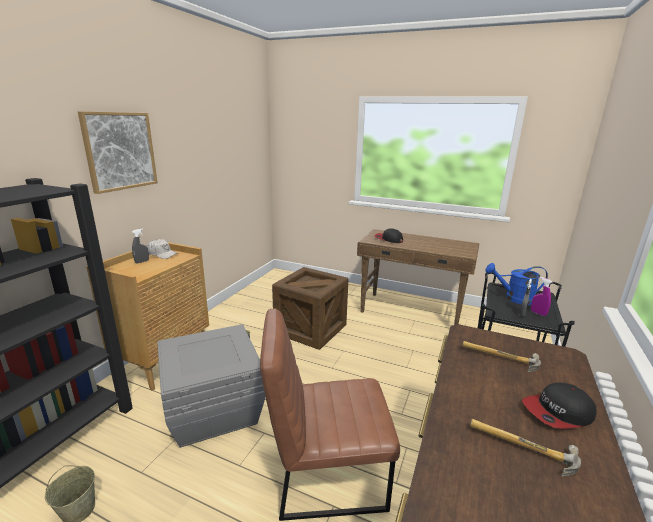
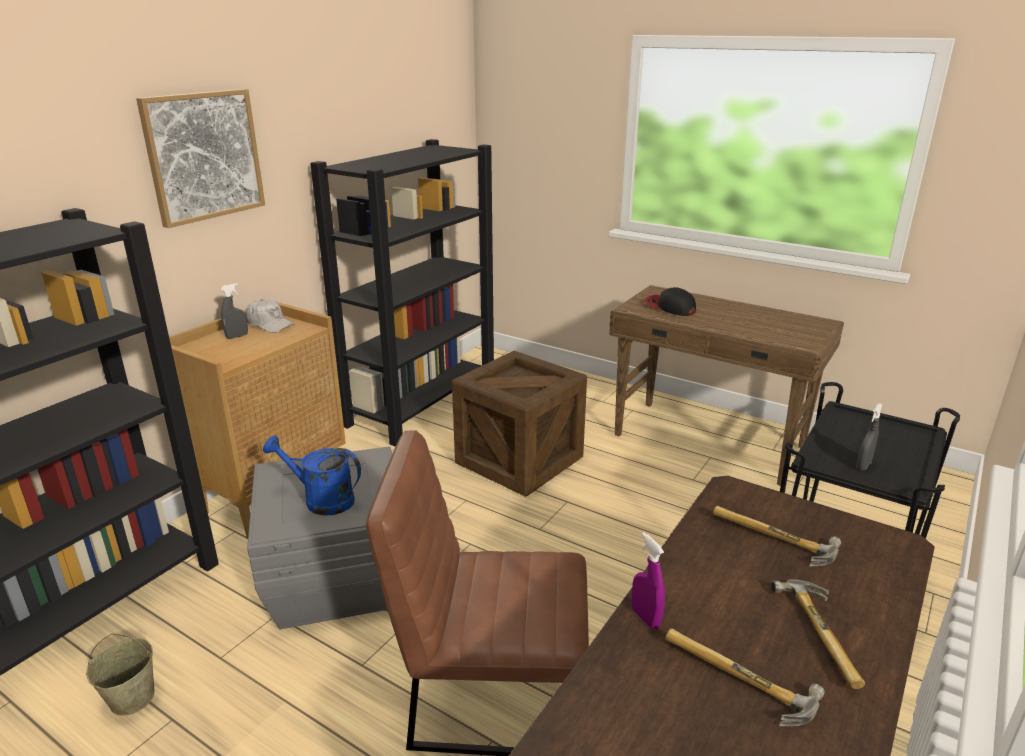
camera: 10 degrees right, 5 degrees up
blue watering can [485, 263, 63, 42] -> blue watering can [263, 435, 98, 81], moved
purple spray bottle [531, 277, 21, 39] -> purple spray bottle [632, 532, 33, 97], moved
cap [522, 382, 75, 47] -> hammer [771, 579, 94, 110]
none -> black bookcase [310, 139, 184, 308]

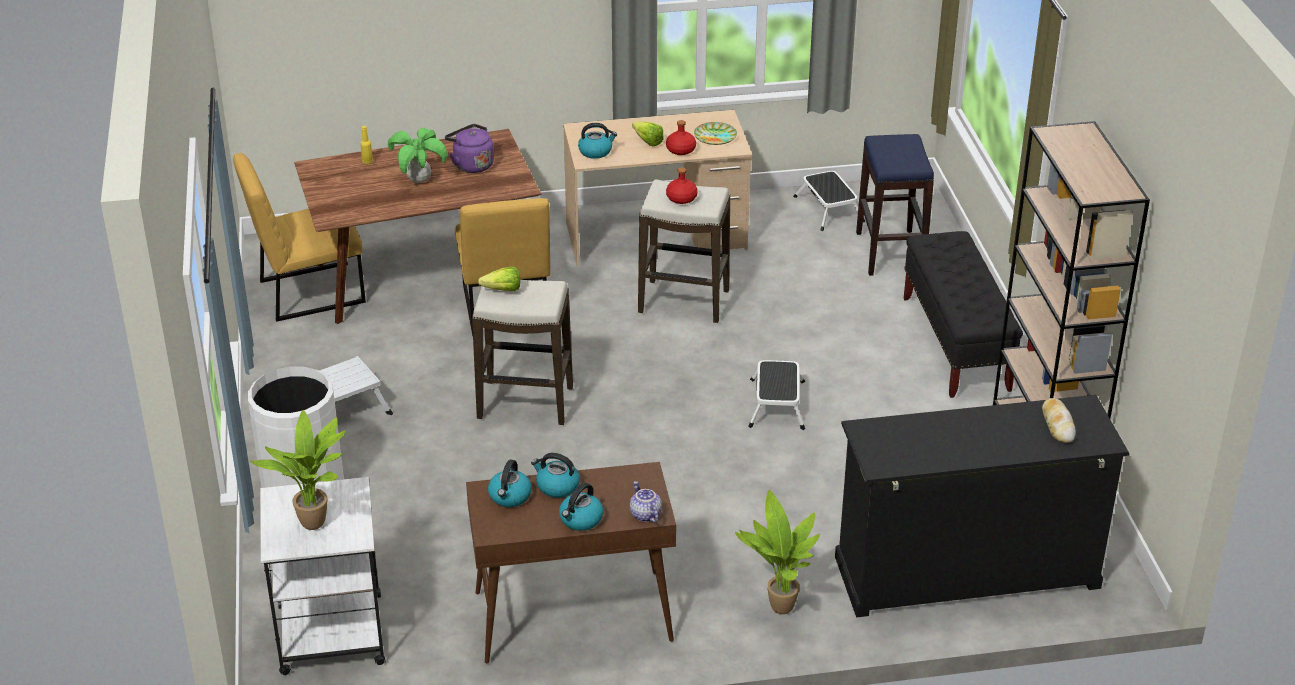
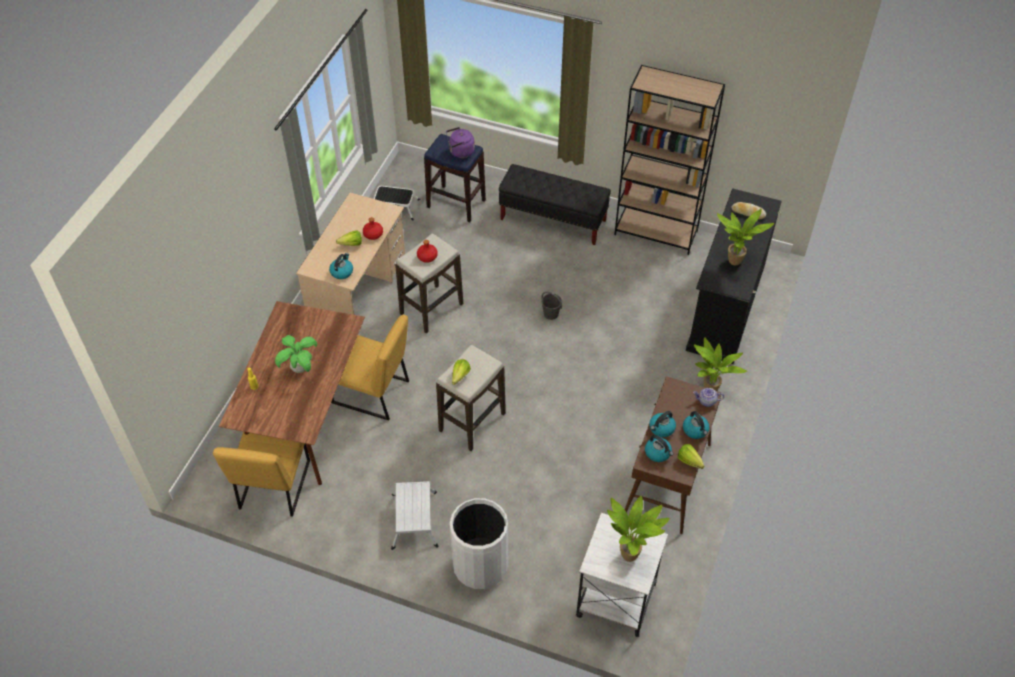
camera: 60 degrees left, 15 degrees up
plate [694, 122, 43, 23] -> none
purple kettle [445, 124, 49, 49] -> purple kettle [446, 127, 29, 31], moved
black step ladder [748, 360, 57, 70] -> grey bucket [541, 292, 21, 28]
none -> potted plant [717, 209, 57, 57]
none -> lettuce [678, 444, 26, 25]

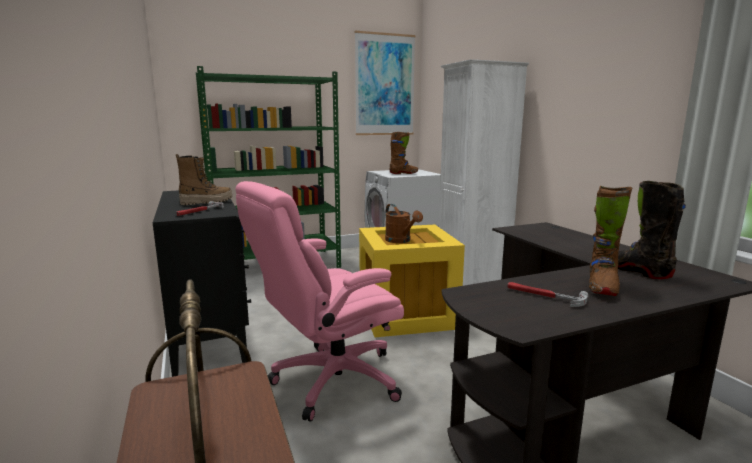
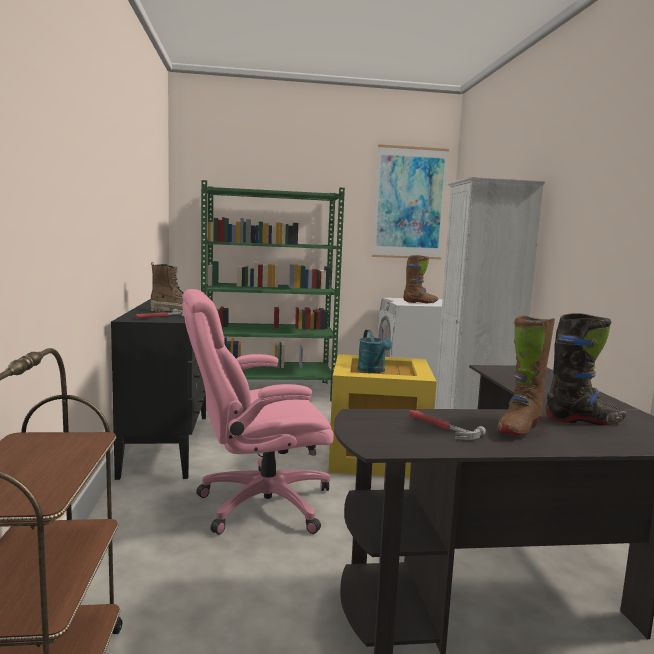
camera: 15 degrees right, 5 degrees down
black boot [618, 181, 68, 98] -> black boot [546, 313, 81, 112], 105 degrees clockwise
brown watering can [385, 204, 38, 39] -> turquoise watering can [358, 330, 35, 43]

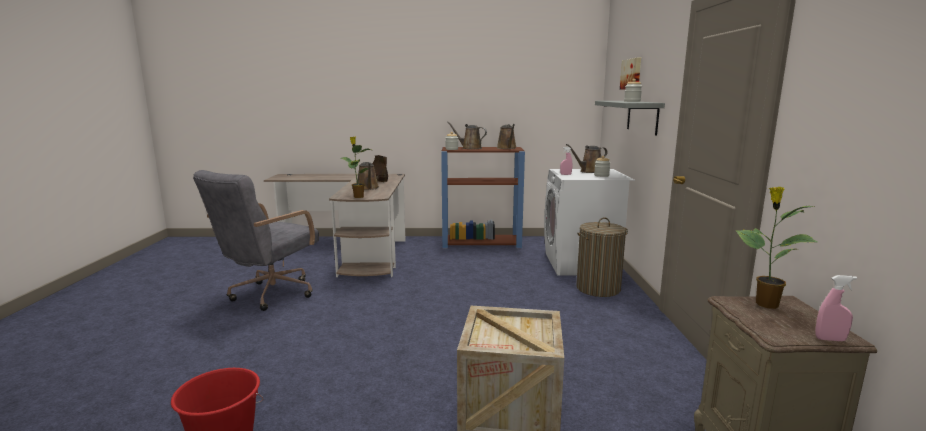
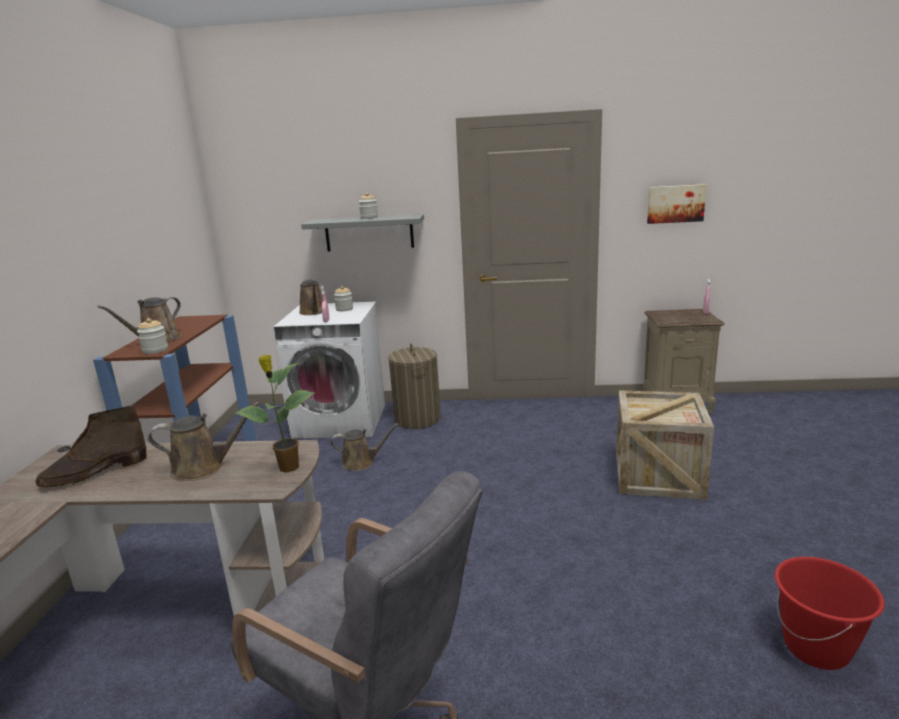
camera: 85 degrees left, 5 degrees up
picture [620, 58, 21, 31] -> picture [647, 184, 59, 40], moved
brown watering can [497, 124, 20, 25] -> brown watering can [331, 423, 68, 48], moved
potted plant [735, 187, 83, 122] -> none

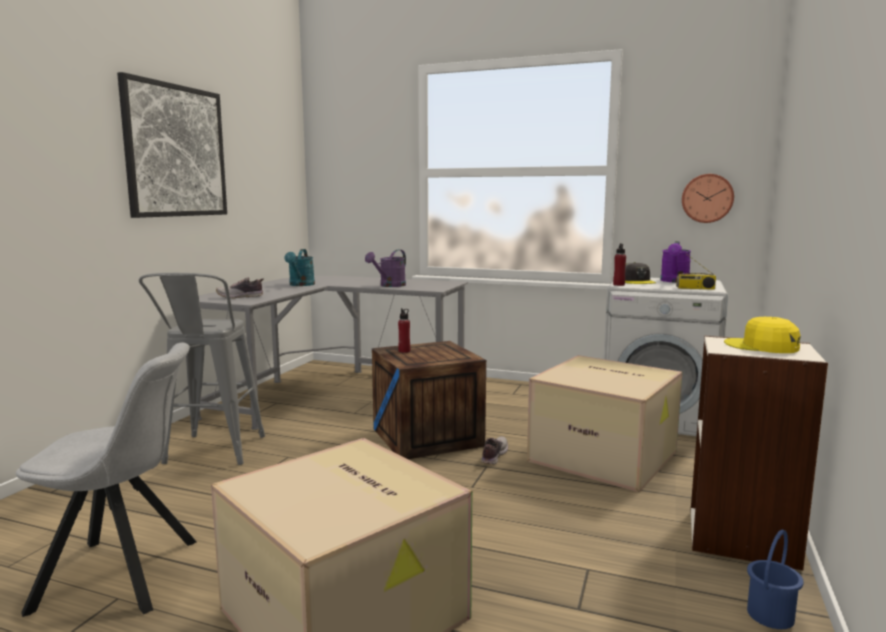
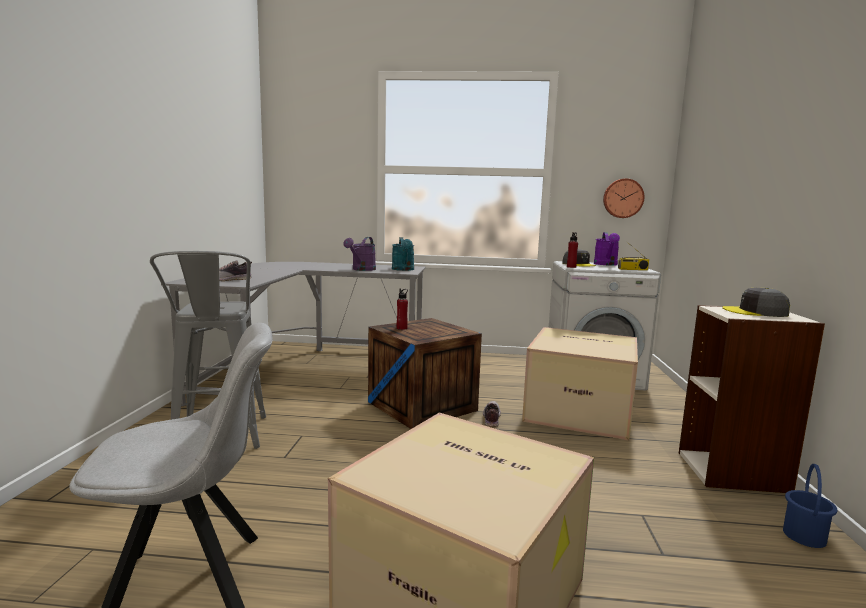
camera: 15 degrees left, 0 degrees up
picture [117, 72, 110, 146] -> none
turquoise watering can [284, 249, 31, 37] -> turquoise watering can [392, 237, 22, 34], moved
yellow cap [724, 317, 77, 36] -> grey cap [722, 288, 68, 29]

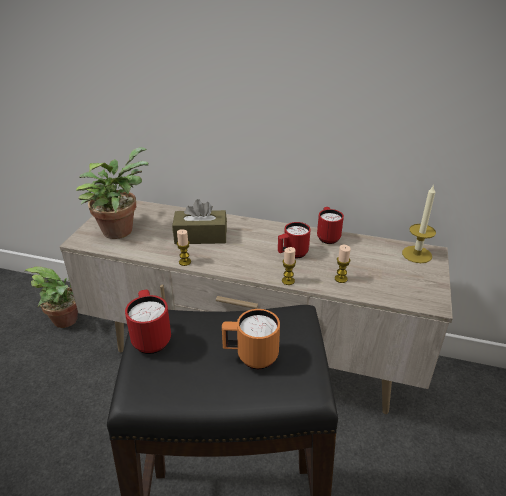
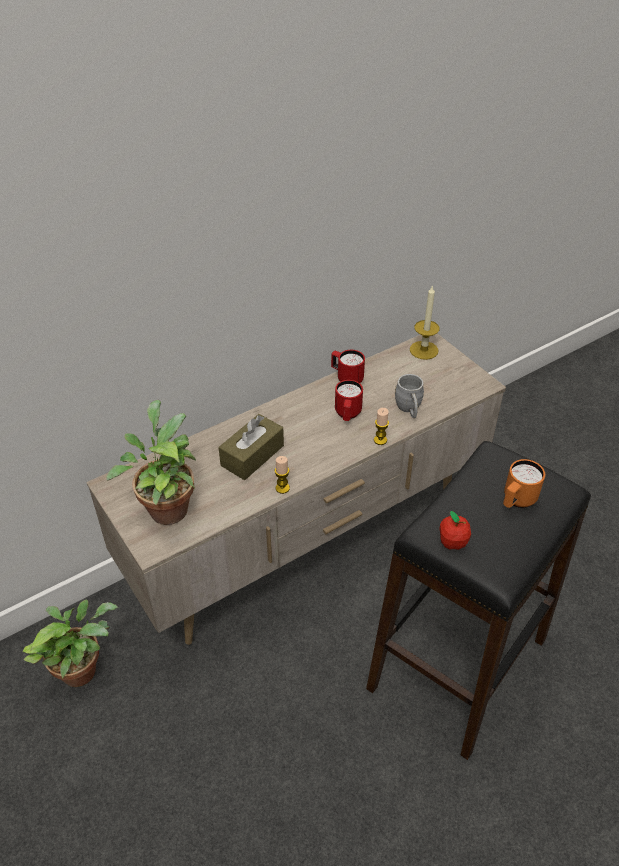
camera: 50 degrees left, 10 degrees up
candle [335, 245, 16, 38] -> grey mug [395, 374, 29, 44]
red mug [125, 290, 46, 64] -> apple [440, 511, 31, 39]

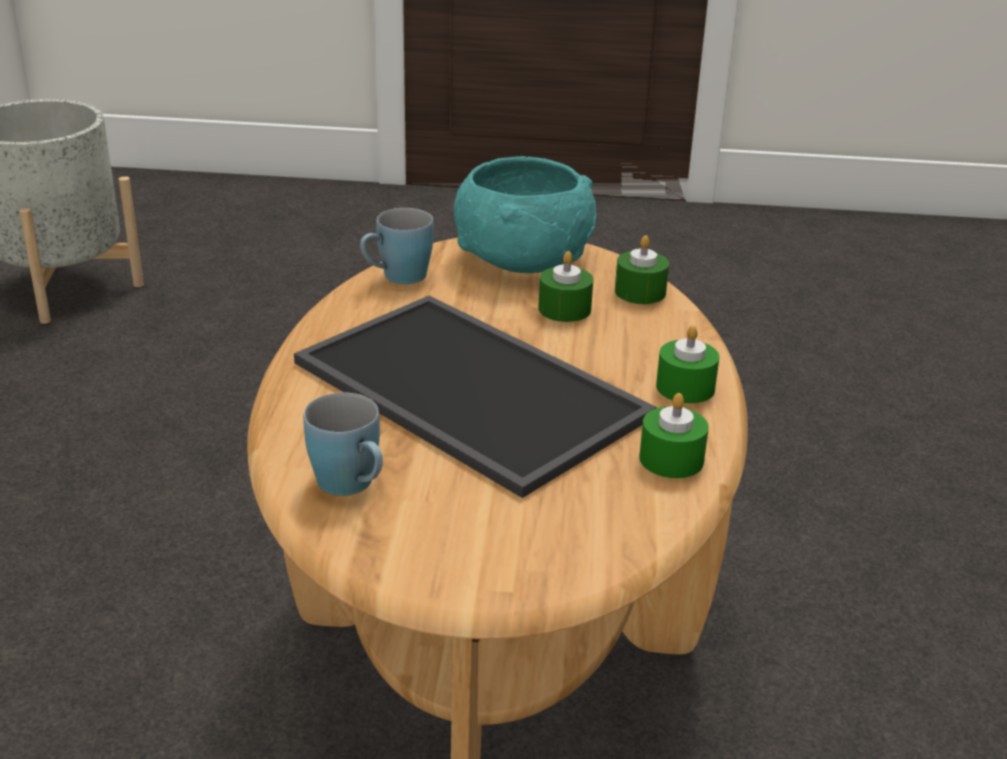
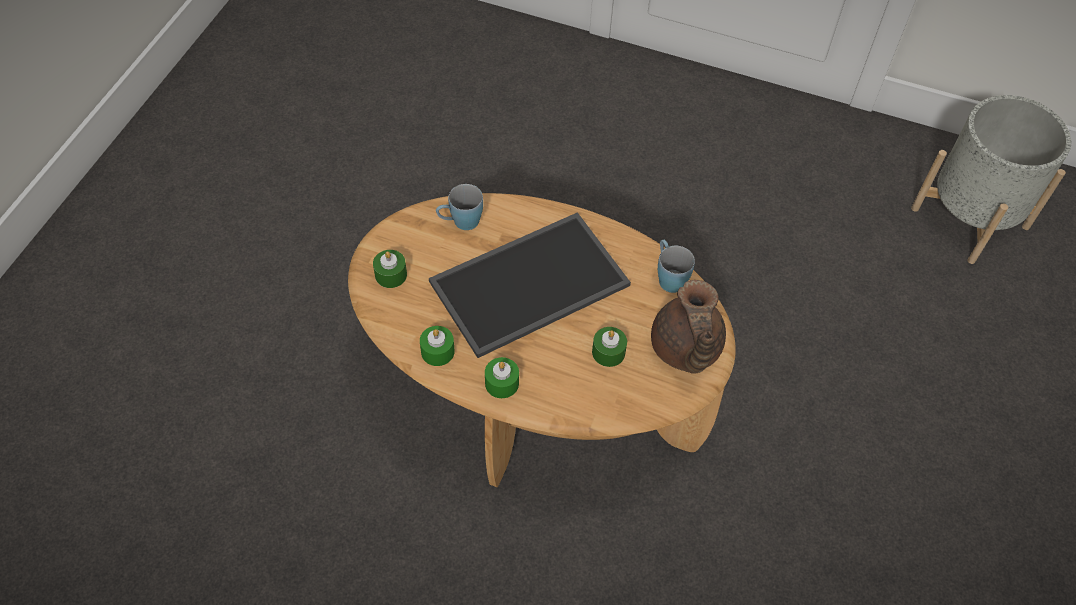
camera: 105 degrees right, 25 degrees up
turquoise bowl [454, 156, 142, 117] -> brown teapot [651, 280, 75, 94]
green candle [615, 235, 54, 69] -> green candle [373, 250, 34, 38], moved

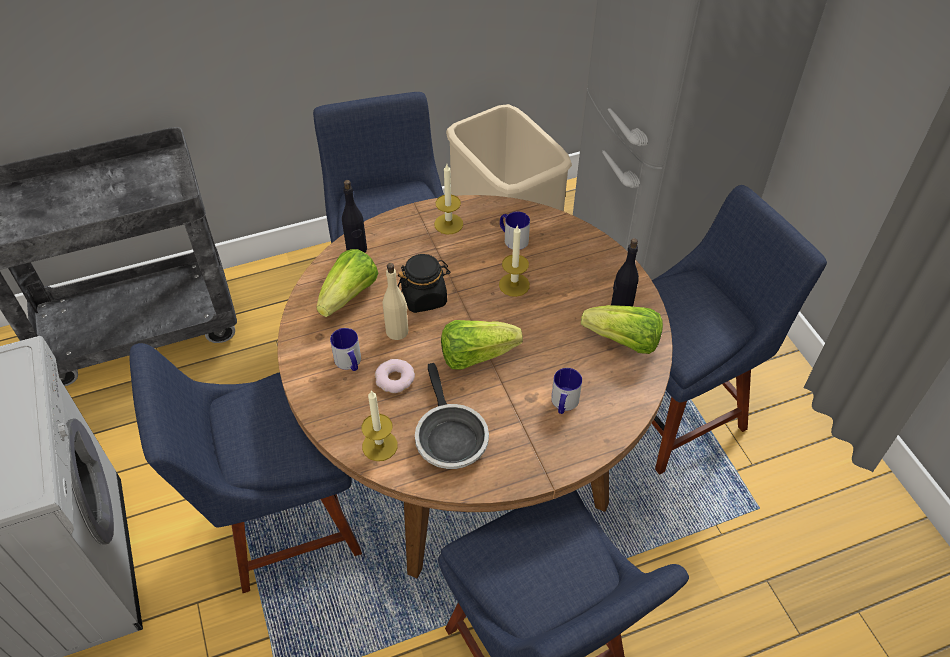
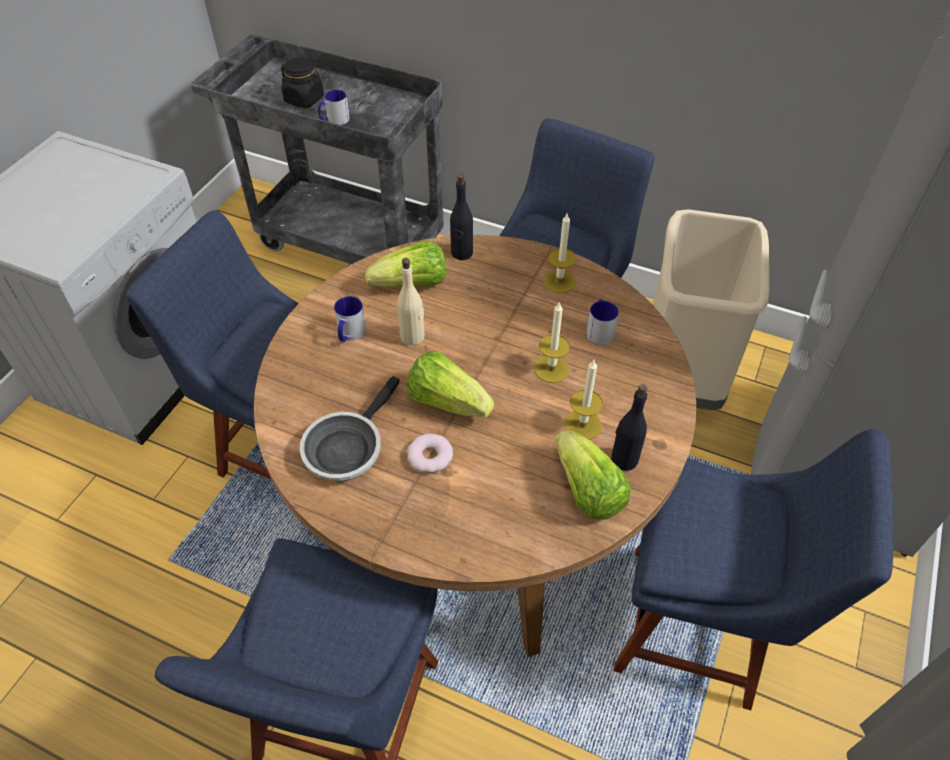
camera: 45 degrees right, 0 degrees up
black jar [398, 254, 52, 59] -> black jar [281, 57, 43, 51], moved
donut [375, 359, 40, 34] -> donut [407, 434, 46, 39], moved
mug [551, 368, 31, 46] -> mug [318, 90, 32, 35], moved
candle [362, 390, 36, 71] -> candle [564, 360, 39, 80], moved

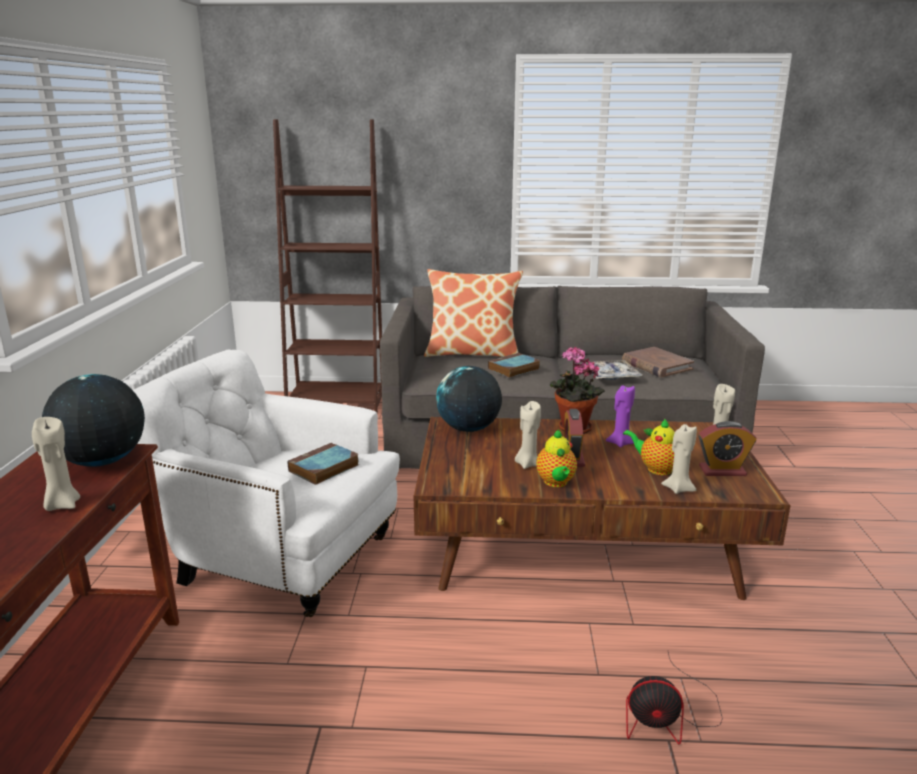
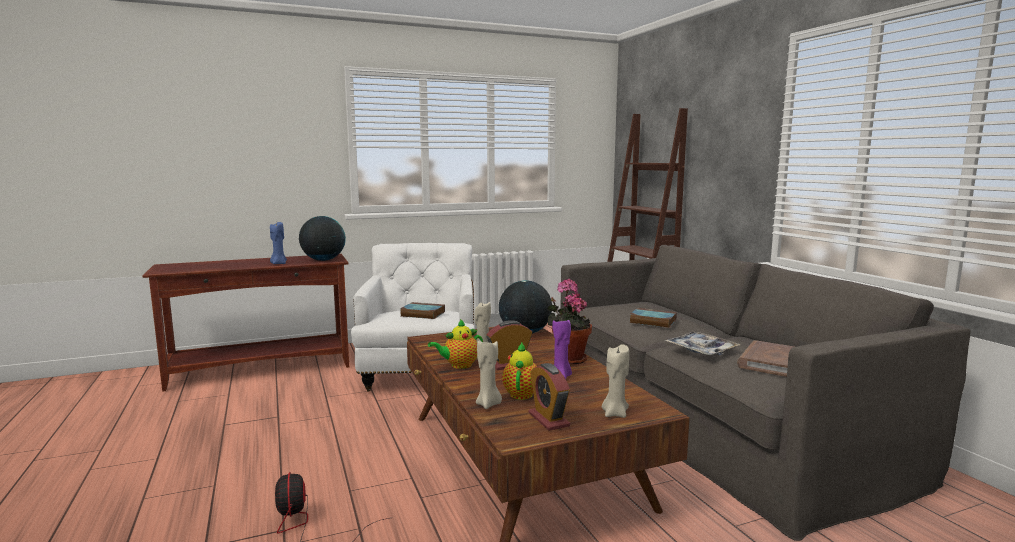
camera: 65 degrees right, 10 degrees down
pillow [424, 269, 99, 88] -> none
beige candle [32, 417, 48, 94] -> blue candle [270, 222, 17, 42]

